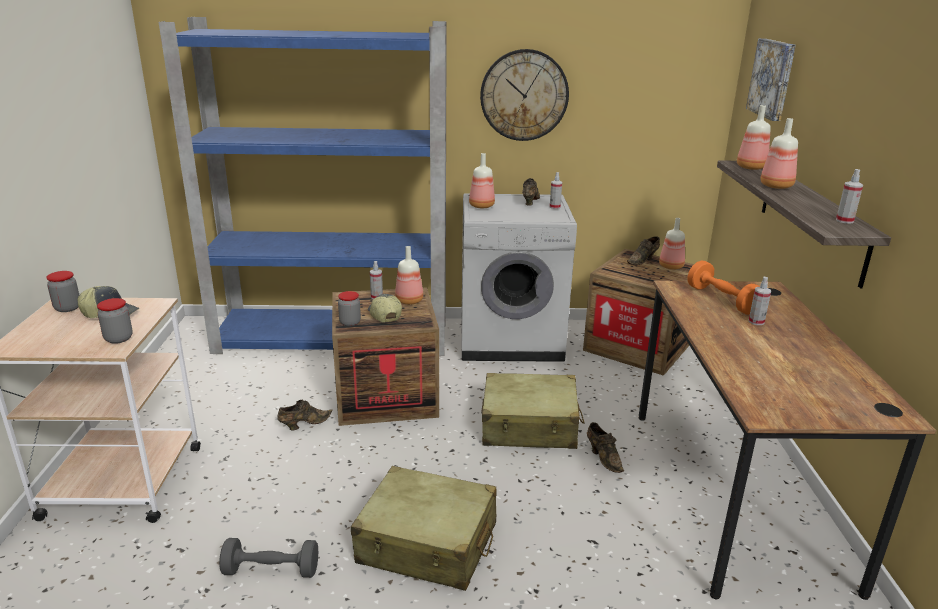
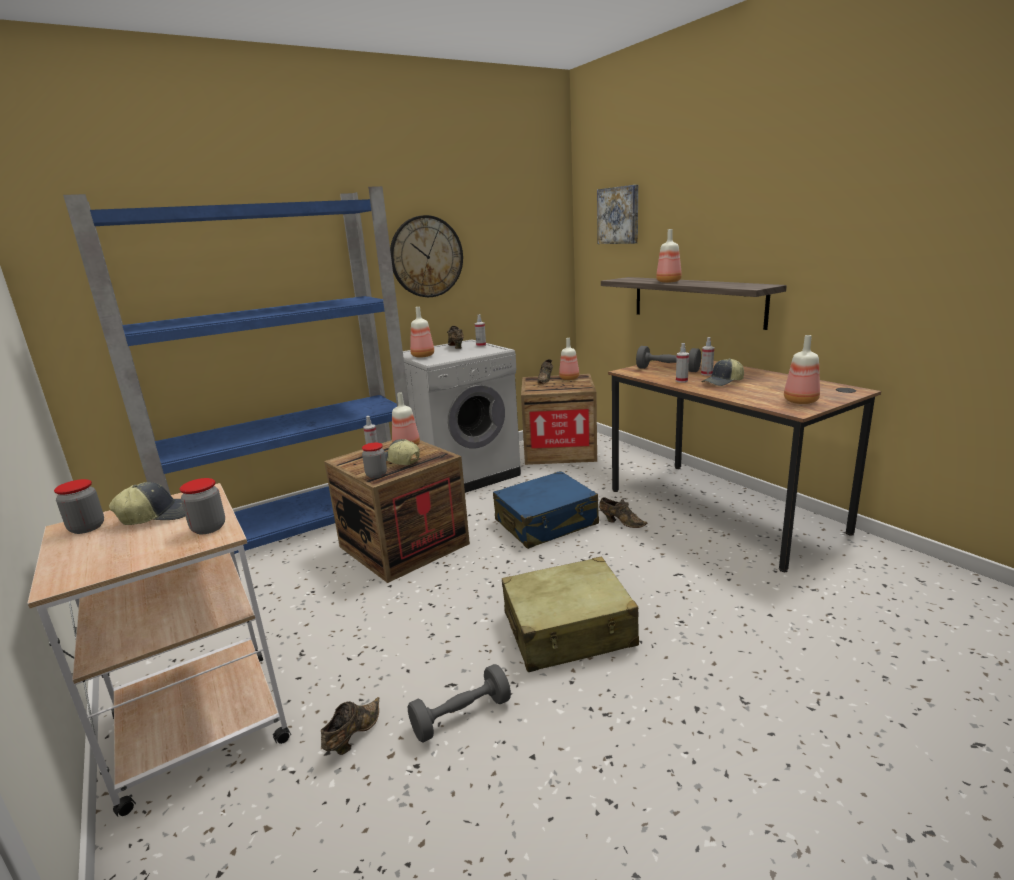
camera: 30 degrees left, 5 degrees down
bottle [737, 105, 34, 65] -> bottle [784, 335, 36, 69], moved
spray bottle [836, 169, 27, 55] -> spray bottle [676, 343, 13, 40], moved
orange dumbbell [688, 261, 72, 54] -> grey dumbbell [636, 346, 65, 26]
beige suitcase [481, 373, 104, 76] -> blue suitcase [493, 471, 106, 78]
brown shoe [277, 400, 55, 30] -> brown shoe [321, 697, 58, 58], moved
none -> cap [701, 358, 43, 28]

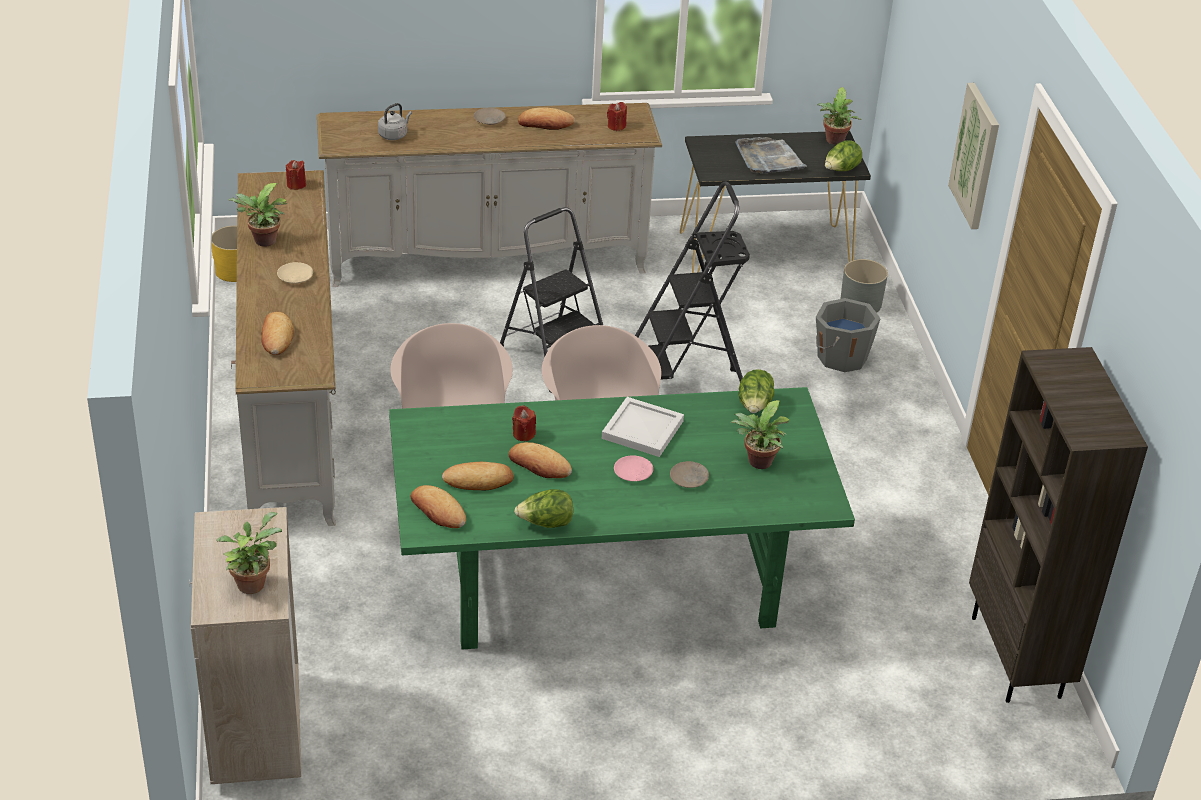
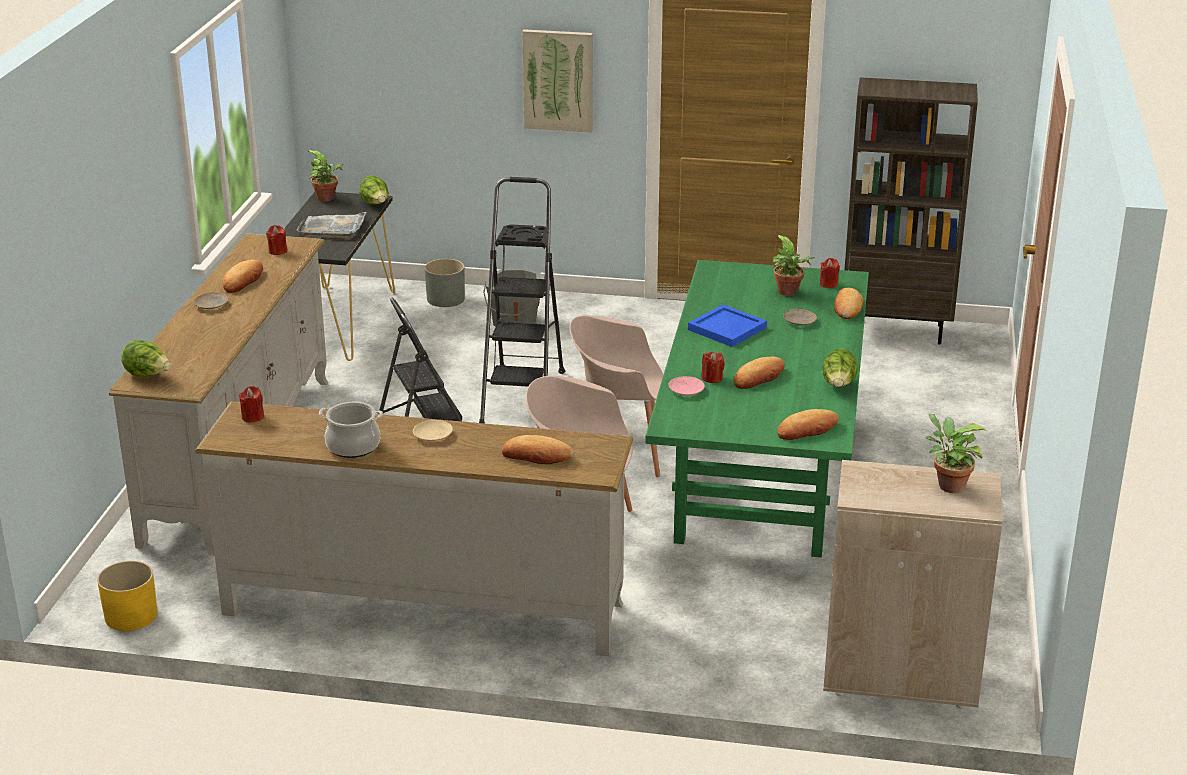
camera: 70 degrees left, 10 degrees down
grey kettle [378, 103, 34, 37] -> none
potted plant [228, 183, 60, 64] -> cooking pot [319, 402, 64, 56]
lettuce [739, 369, 35, 44] -> lettuce [121, 340, 50, 37], moved
white tray [602, 397, 82, 60] -> blue tray [688, 305, 79, 42]
pink plate [614, 455, 39, 26] -> pink plate [669, 376, 36, 19], moved
bread [442, 462, 72, 28] -> bread [834, 288, 29, 31], moved
none -> red candle [820, 258, 20, 30]

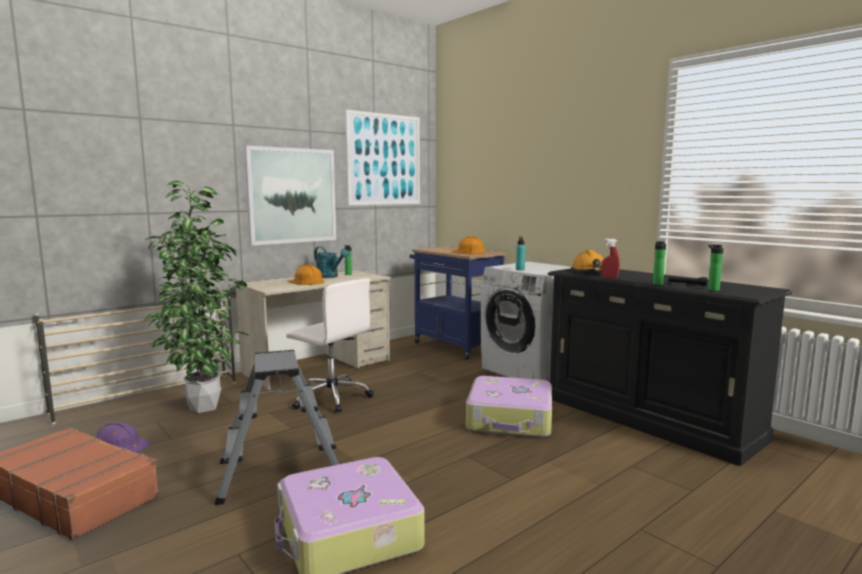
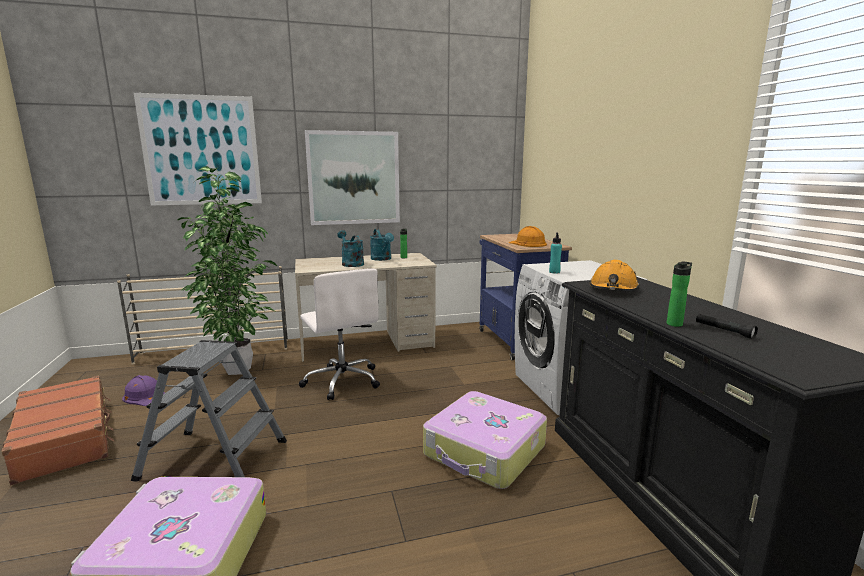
camera: 25 degrees right, 5 degrees up
picture [345, 110, 75, 95] -> picture [134, 93, 128, 112], moved
red spray bottle [601, 238, 19, 40] -> none
bottle [708, 245, 15, 46] -> none
orange hard hat [288, 264, 36, 21] -> turquoise watering can [337, 230, 27, 37]

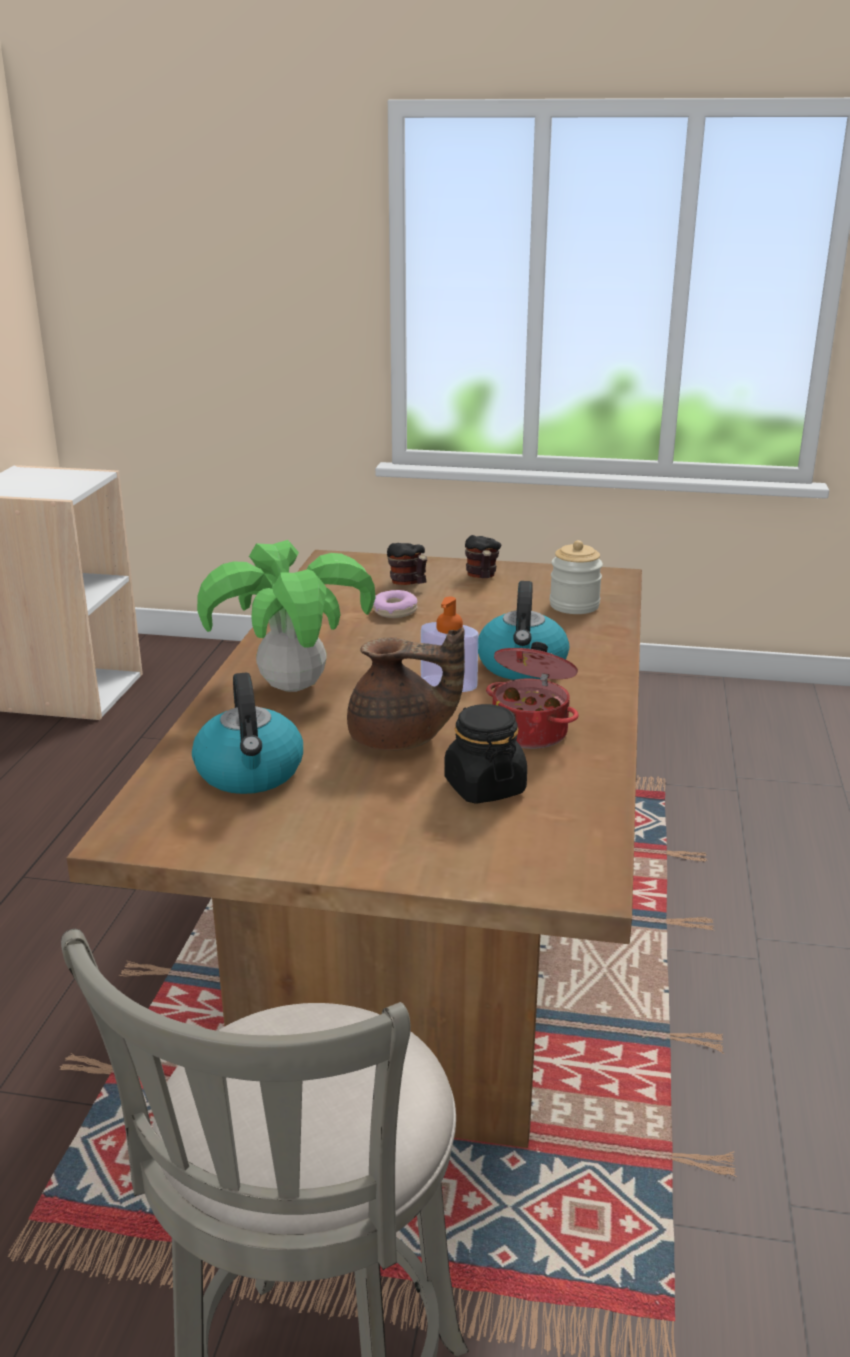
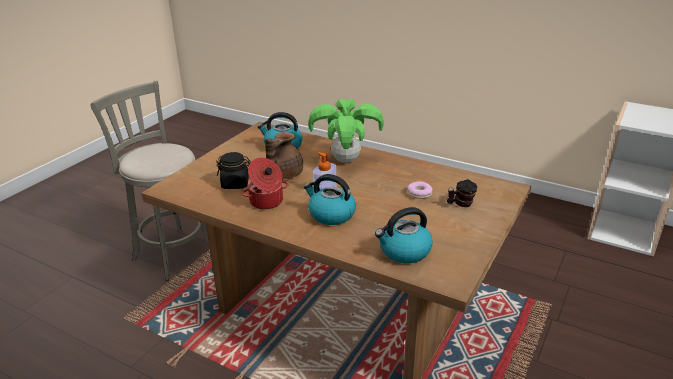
camera: 110 degrees right, 5 degrees up
mug [465, 535, 36, 43] -> none
jar [550, 540, 53, 74] -> kettle [375, 207, 58, 56]

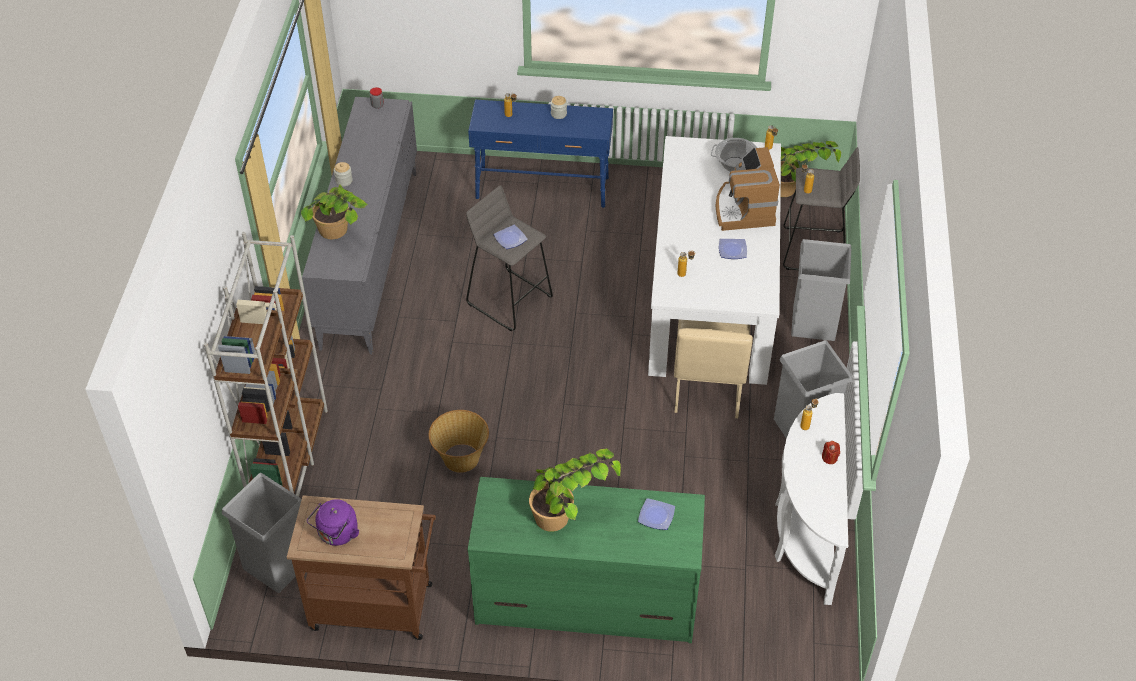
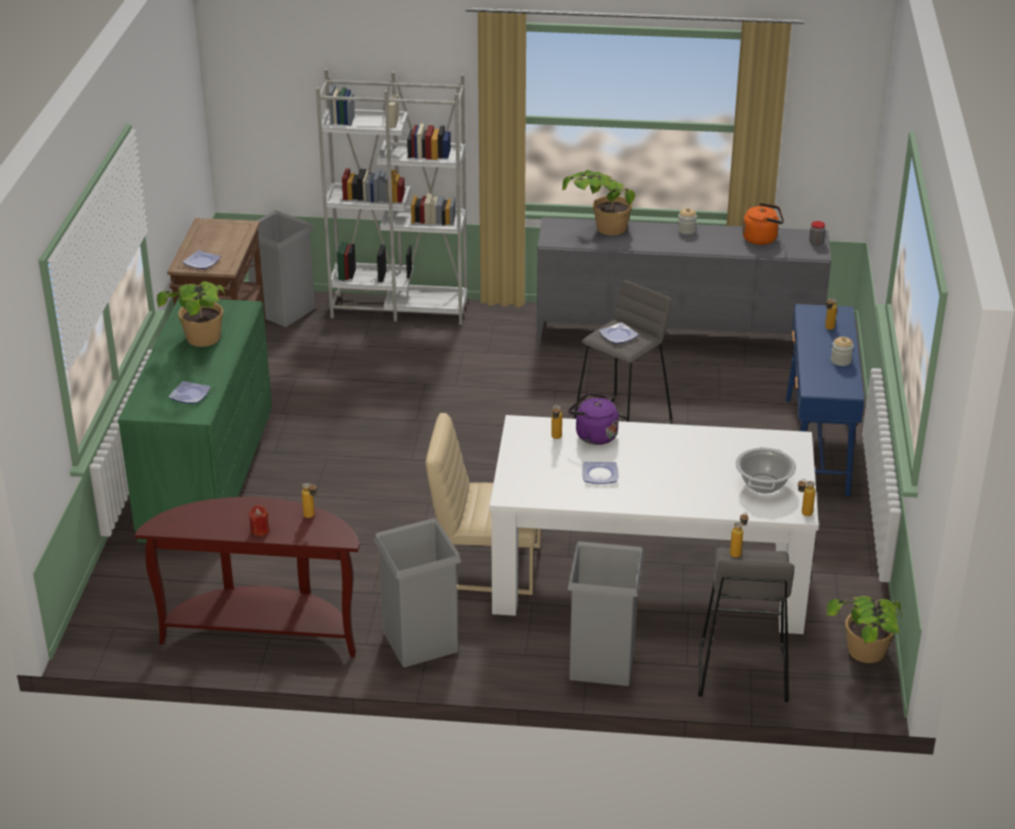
camera: 90 degrees right, 15 degrees down
coffee machine [716, 147, 64, 84] -> none
brown bookcase [204, 232, 124, 265] -> white bookcase [316, 69, 151, 256]
white console table [775, 393, 73, 212] -> brown console table [135, 497, 225, 161]
basket [429, 410, 60, 63] -> none
purple kettle [307, 499, 52, 47] -> purple kettle [568, 393, 51, 52], moved
none -> orange kettle [742, 203, 42, 42]
none -> plate [182, 250, 39, 19]

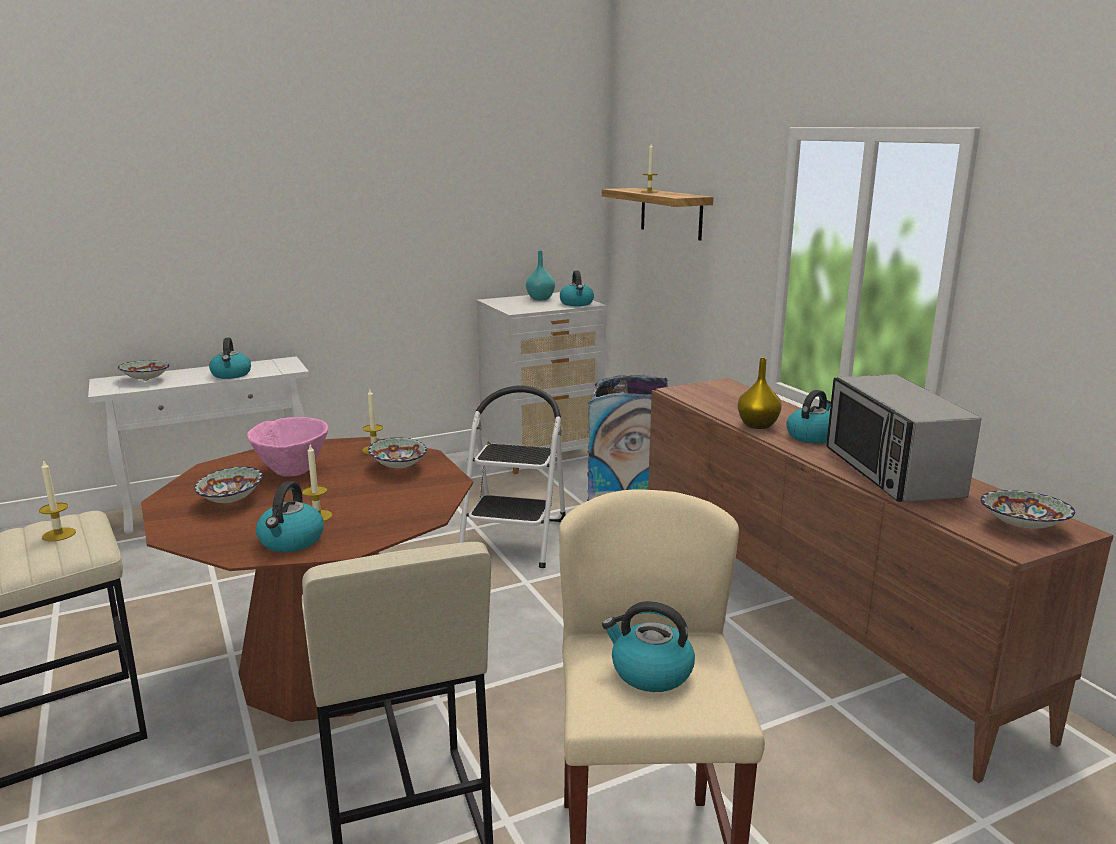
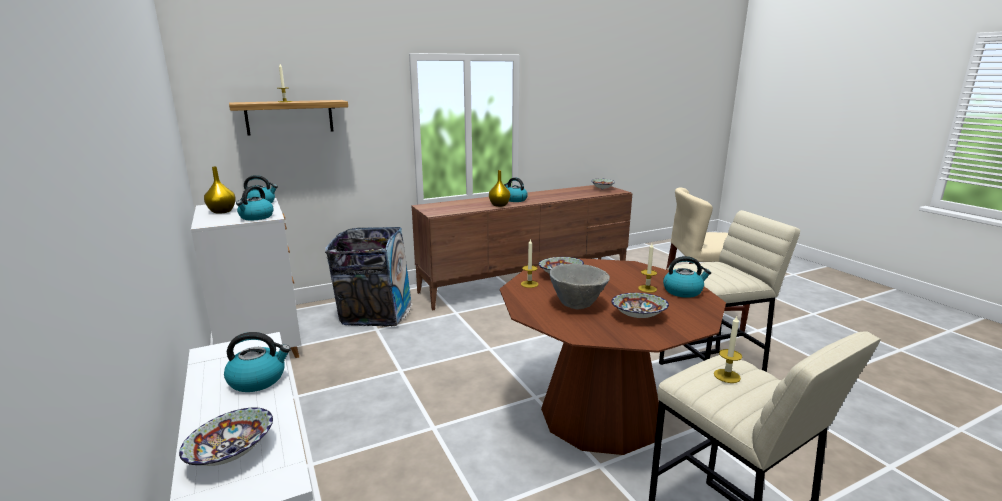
camera: 90 degrees left, 0 degrees up
turquoise vase [526, 251, 29, 49] -> yellow vase [204, 166, 32, 48]
microwave [826, 374, 155, 128] -> none
step ladder [459, 385, 107, 183] -> none
pink bowl [247, 417, 81, 60] -> grey bowl [549, 264, 61, 45]
kettle [602, 601, 93, 91] -> kettle [236, 186, 38, 35], moved

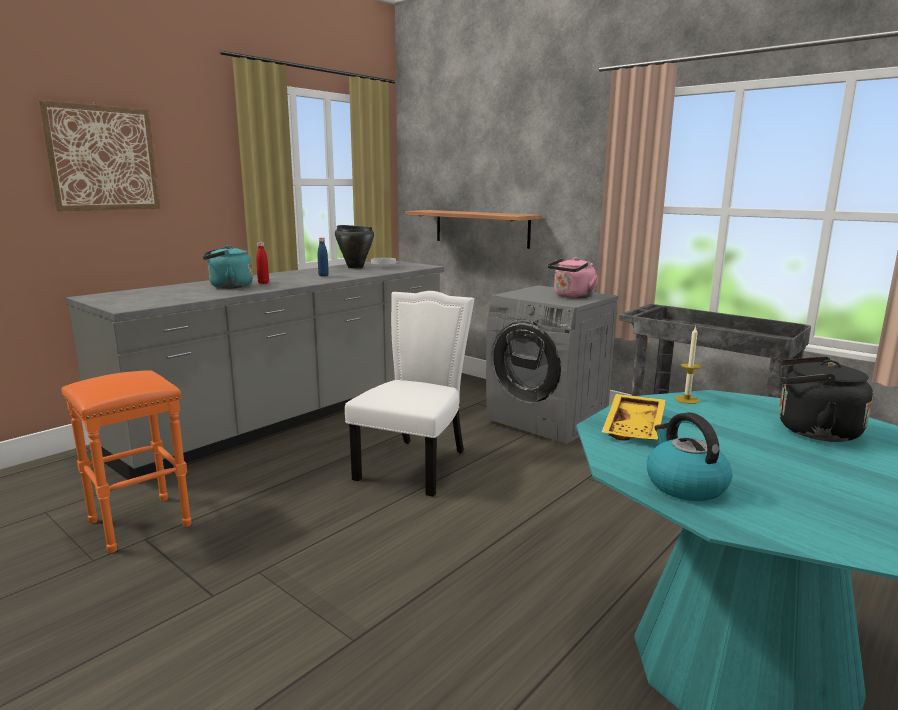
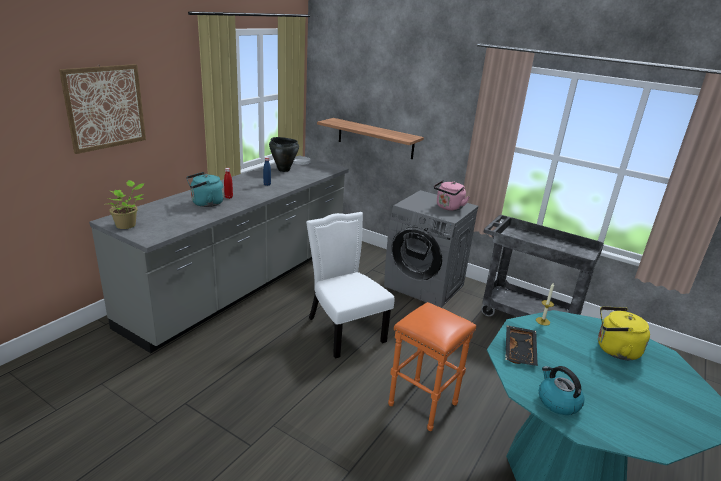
camera: 10 degrees left, 10 degrees up
white chair [345, 291, 129, 206] -> white chair [306, 212, 89, 147], 45 degrees counterclockwise
black kettle [779, 356, 94, 86] -> yellow kettle [598, 306, 52, 54]
orange stool [62, 370, 130, 183] -> orange stool [388, 302, 88, 129], moved
yellow tray [602, 394, 64, 47] -> black tray [505, 326, 33, 40]
none -> potted plant [108, 180, 37, 49]

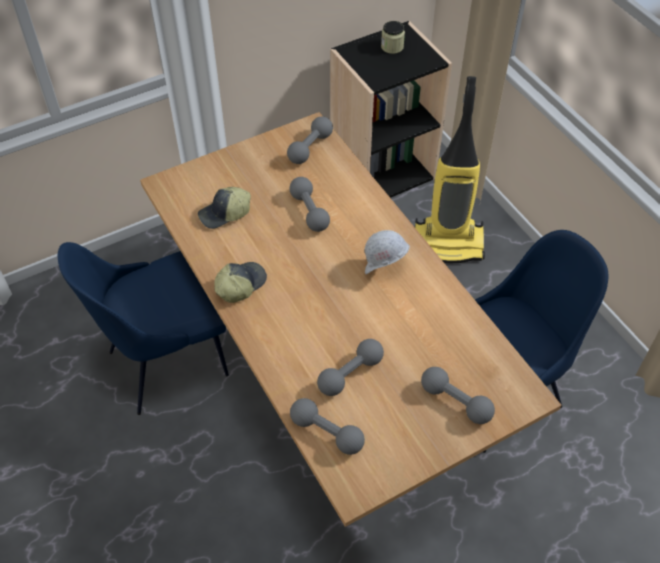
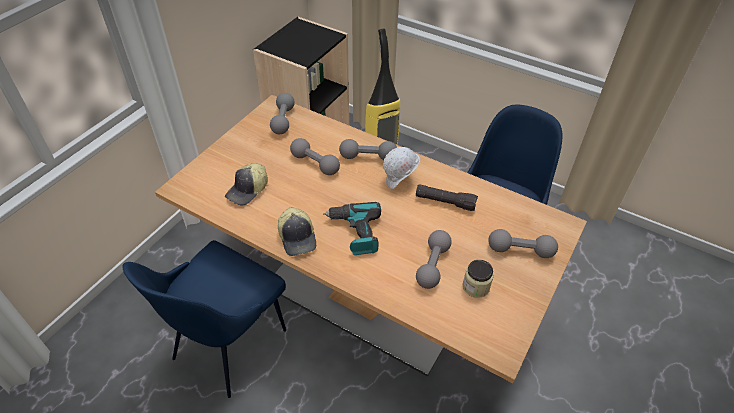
camera: 30 degrees left, 5 degrees down
jar [381, 21, 24, 33] -> jar [463, 260, 31, 38], moved
cap [214, 262, 53, 41] -> cap [278, 208, 38, 48], 150 degrees clockwise
grey dumbbell [290, 398, 75, 57] -> grey dumbbell [339, 139, 58, 21], moved
none -> black flashlight [416, 184, 62, 27]
none -> power drill [323, 202, 58, 53]

